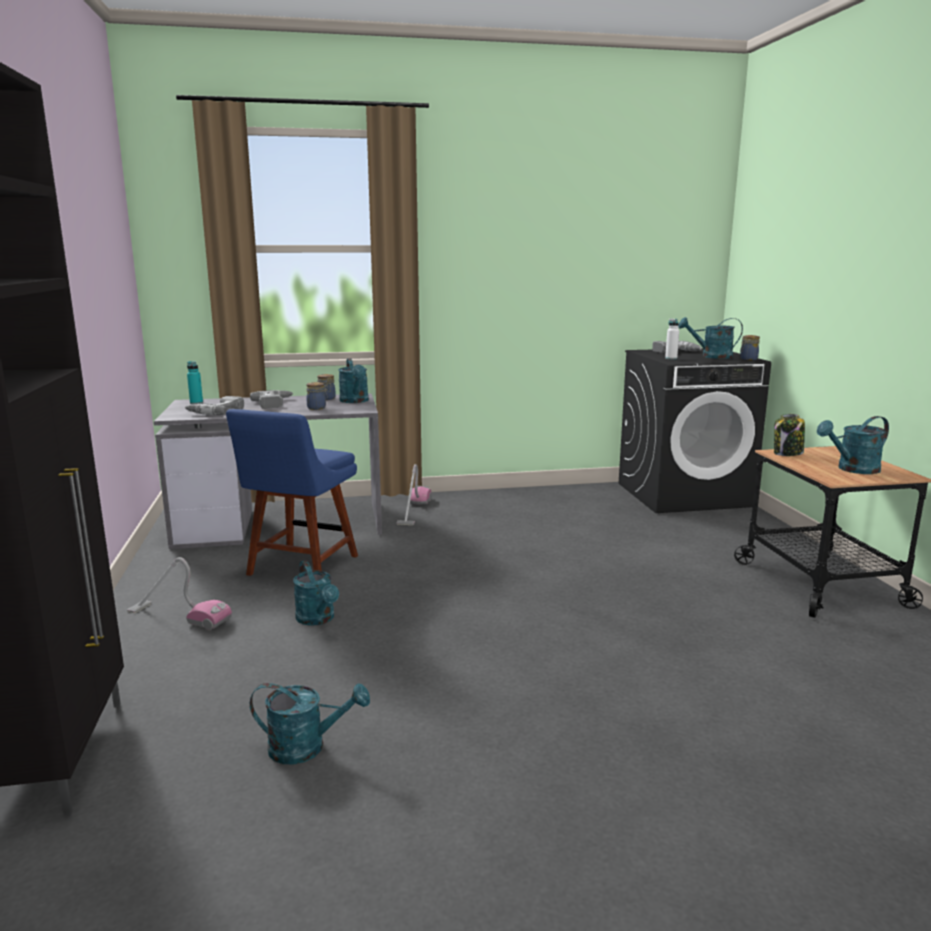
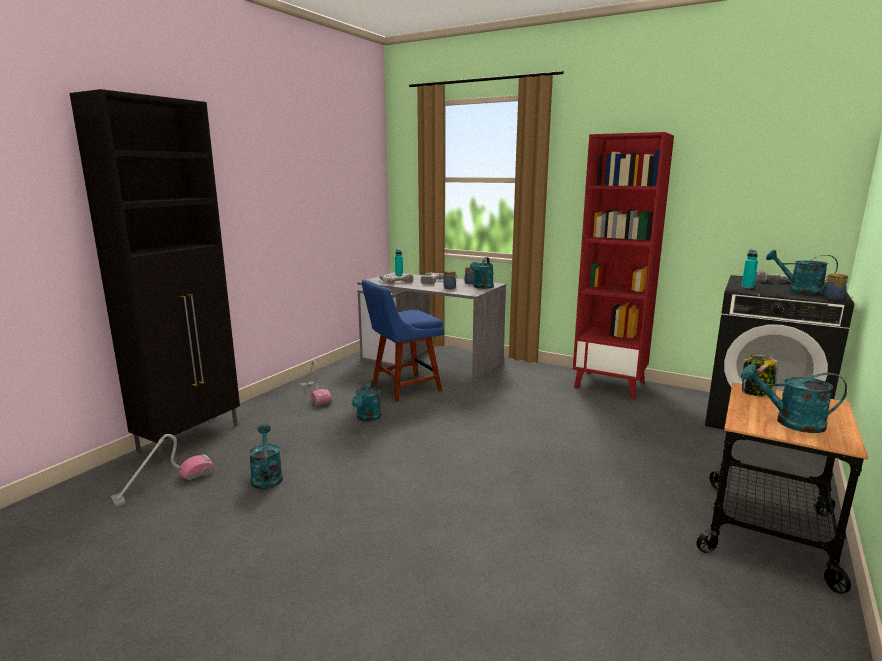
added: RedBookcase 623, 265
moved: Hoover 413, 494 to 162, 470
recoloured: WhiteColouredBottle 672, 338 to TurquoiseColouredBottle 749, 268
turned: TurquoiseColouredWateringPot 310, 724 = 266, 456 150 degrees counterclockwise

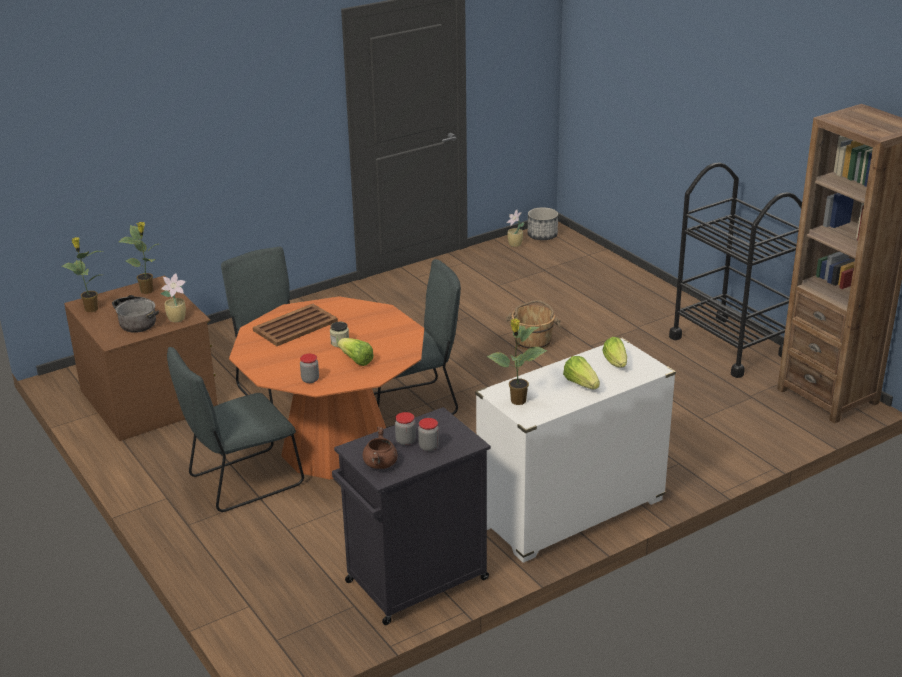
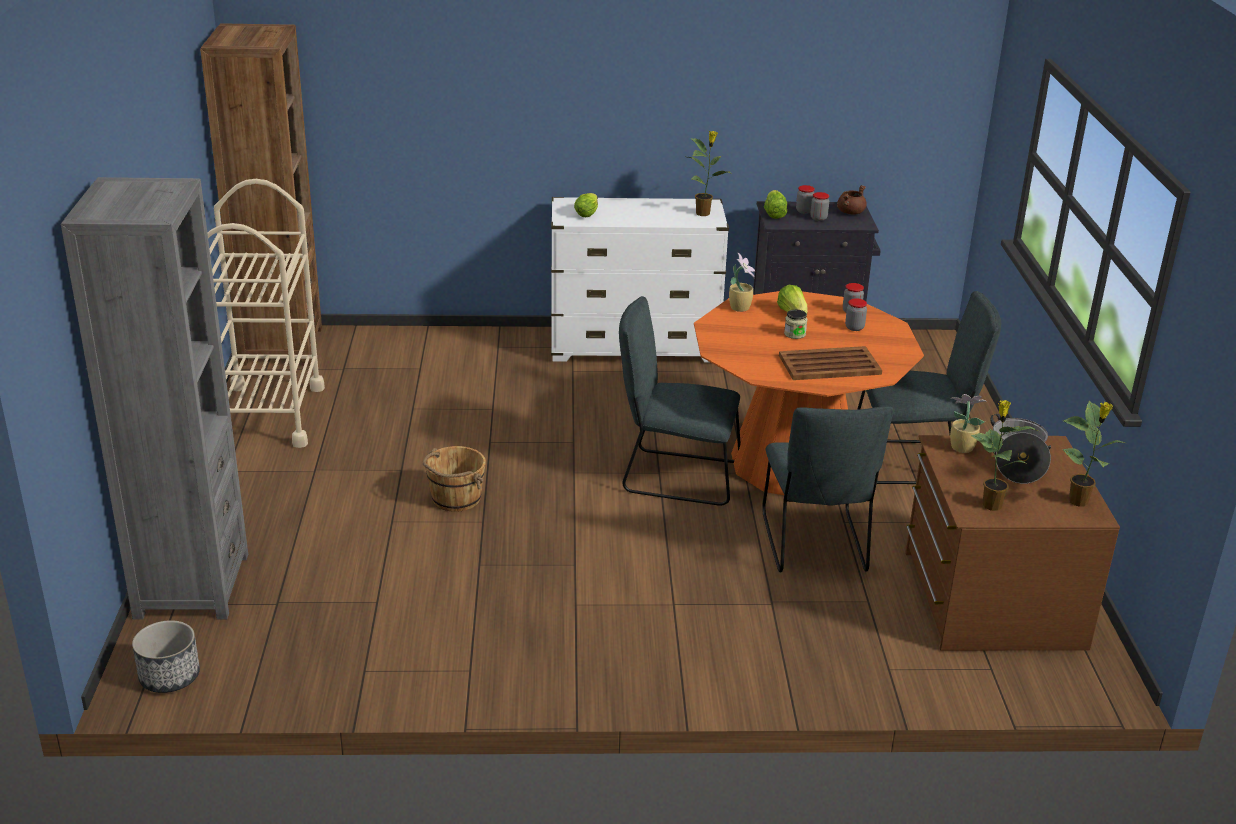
added: GreyBookcase 154, 398; StorageJar 856, 315
moved: PottedPlant 515, 228 to 742, 282; Lettuce 581, 372 to 775, 204
recoloured: BlackishTrolley 735, 270 to BeigeTrolley 266, 313

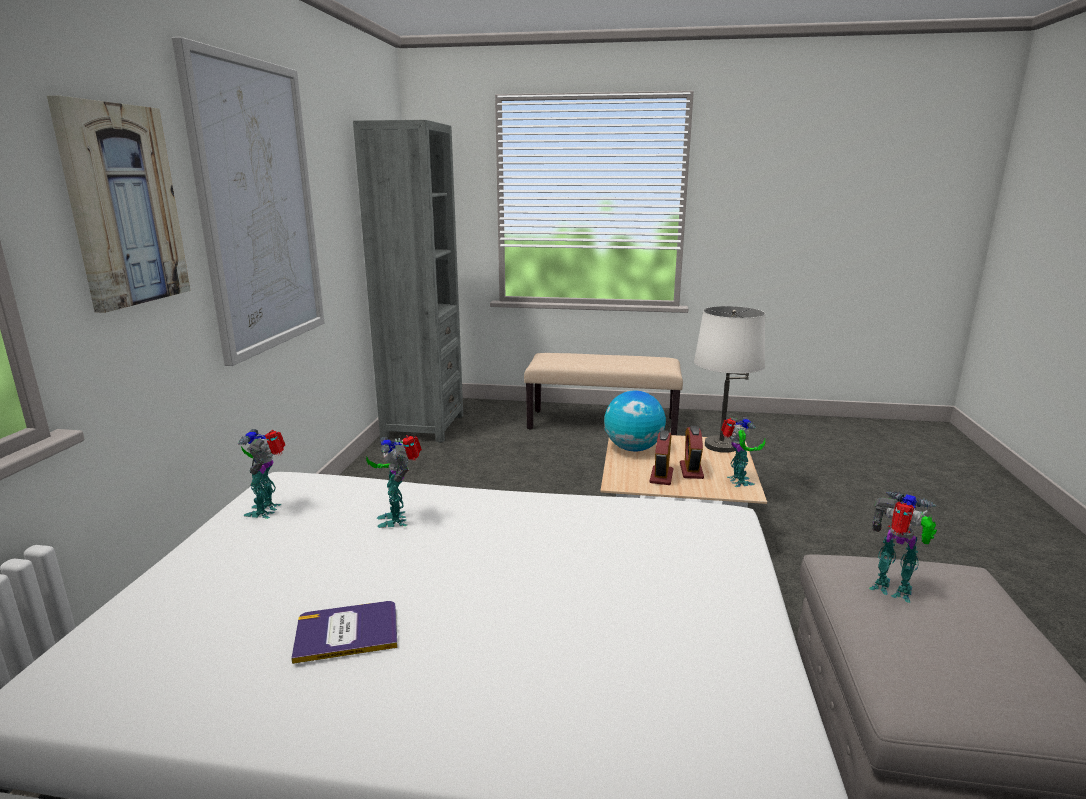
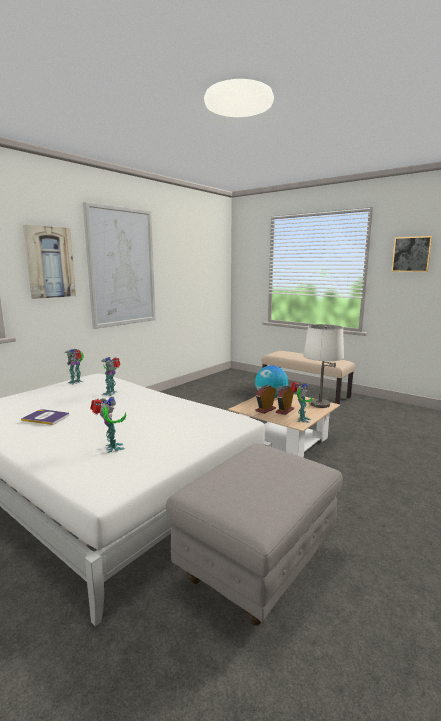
removed: GreyBookcase 408, 281
added: Picture 412, 254
moved: ModelRobot 903, 547 to 108, 425

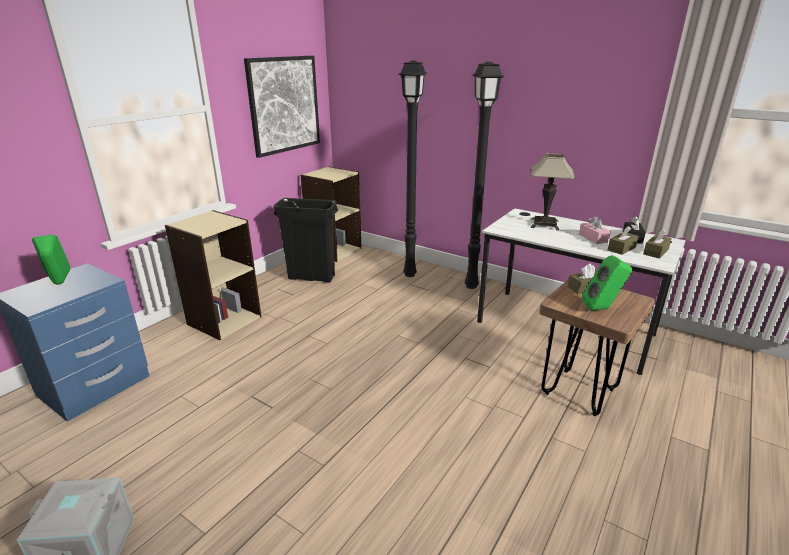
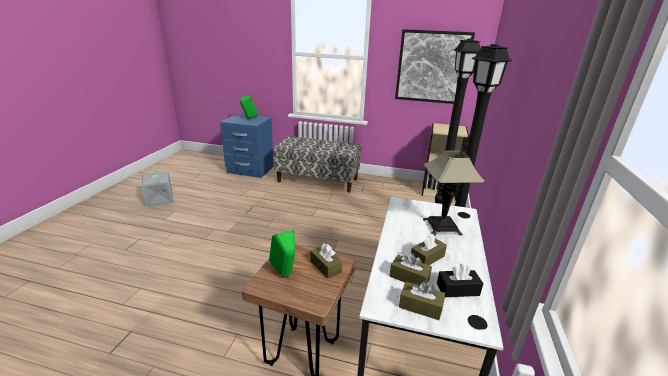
removed: BlackishTrashCan 305, 240
replaced: BeigeBookcase 213, 275 to LongSeat 317, 164
recoloured: PinkishBoxOfTissues 595, 230 to BrownColouredBoxOfTissues 429, 249

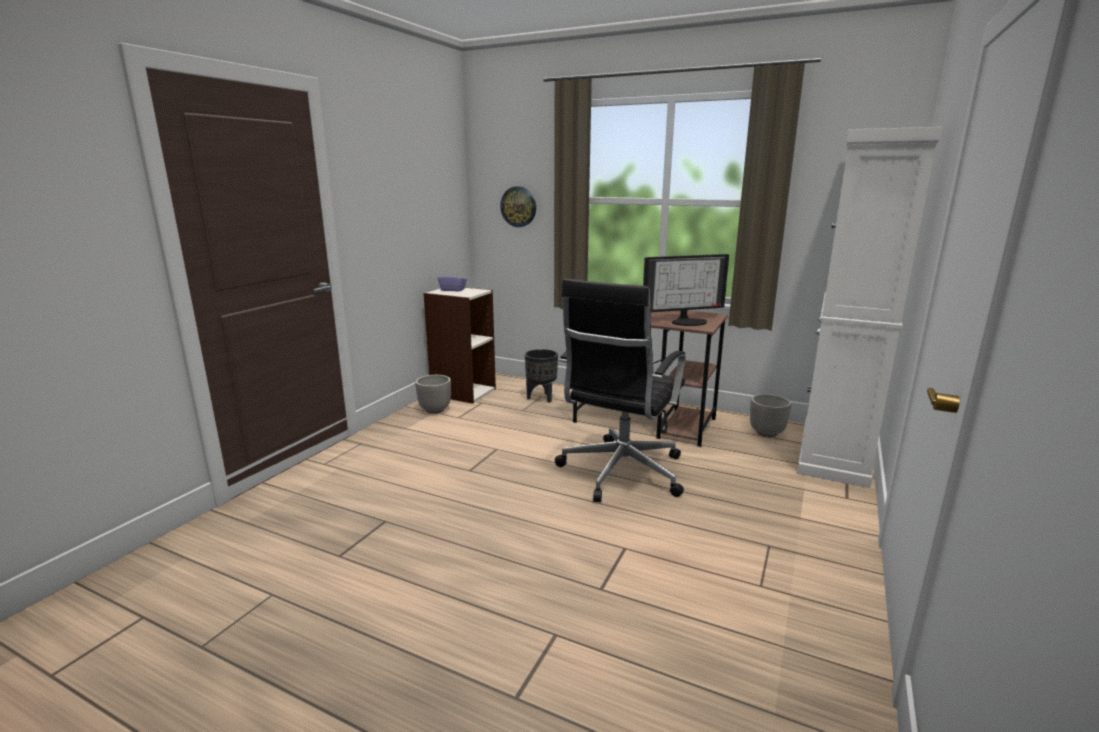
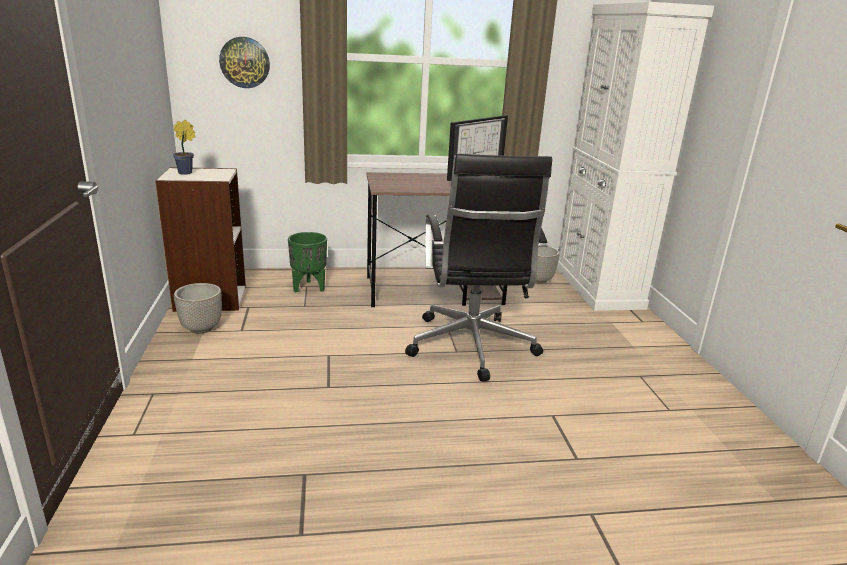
replaced: PurpleColouredBoxOfTissues 452, 280 to PottedPlant 184, 147
recoloured: BlackishPlanter 541, 376 to GreenPlanter 307, 262

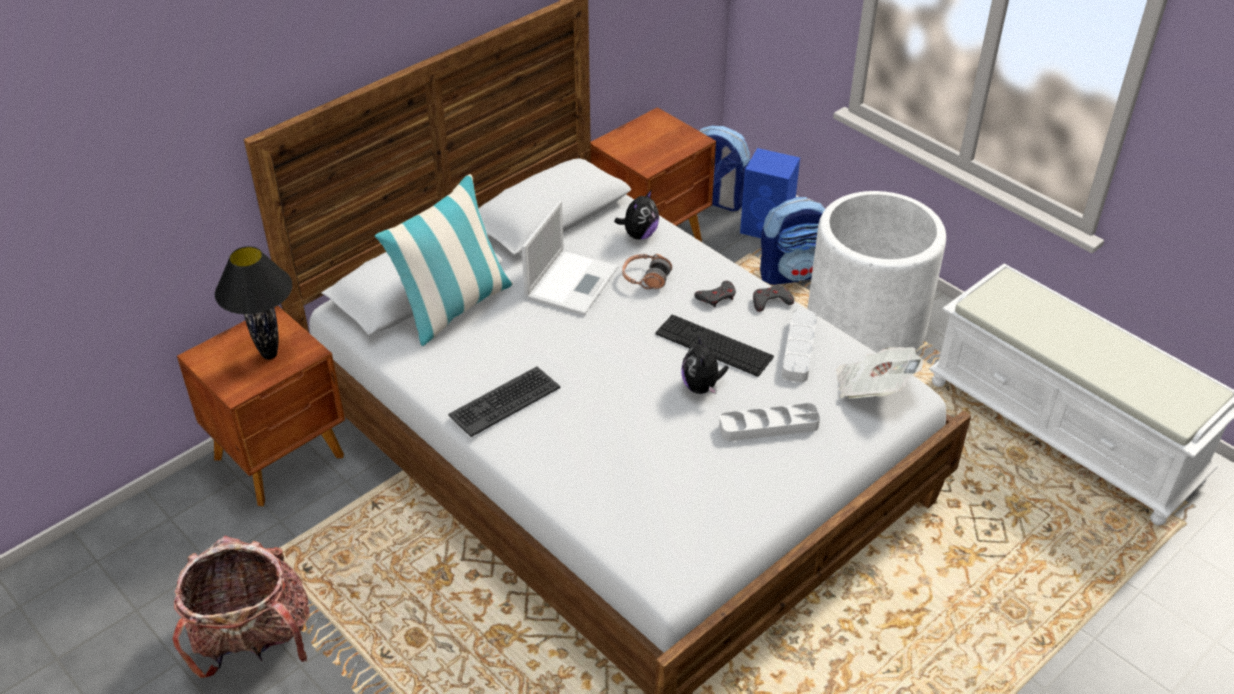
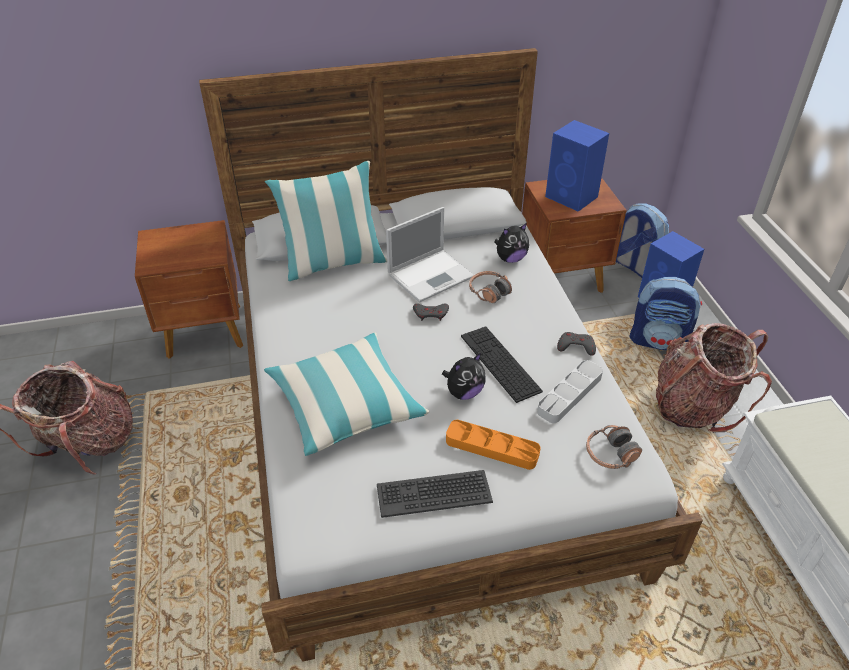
removed: BlackishTableLamp 253, 303
added: ThrowPillow 346, 394; BlueColouredSpeaker 577, 166
moved: PcKeyboard 504, 402 to 435, 494; GreyGamepad 715, 294 to 431, 312
replaced: WhiteColouredPlanter 876, 272 to Rucksack 714, 378; DailyPaper 879, 372 to Headphones 614, 447
recoloured: GreyServingTray 769, 422 to OrangeServingTray 493, 445
turned: PlushToy 704, 364 = 464, 376 150 degrees counterclockwise

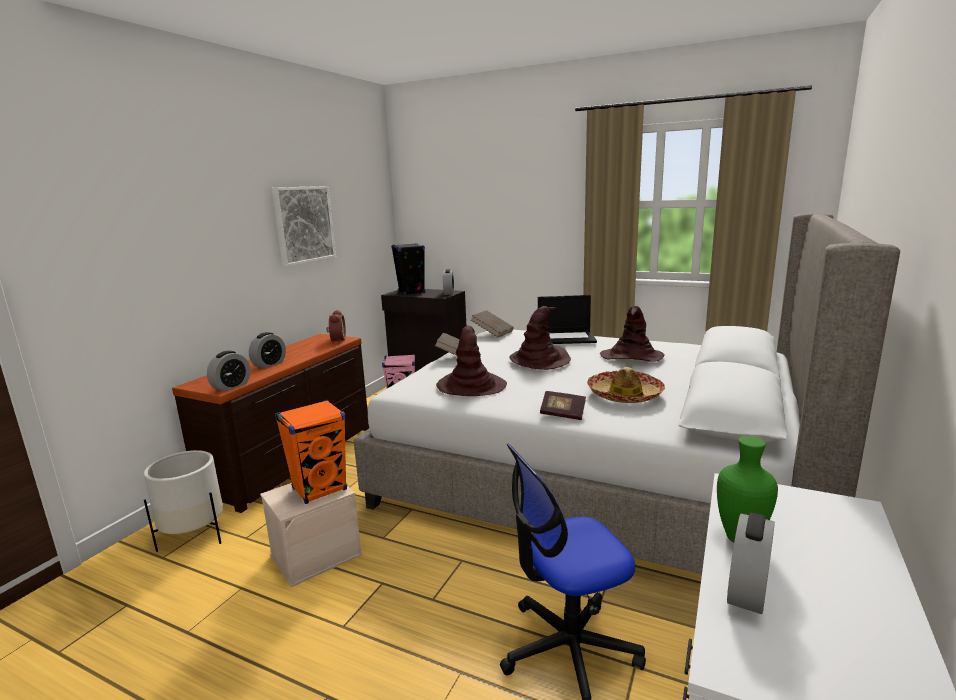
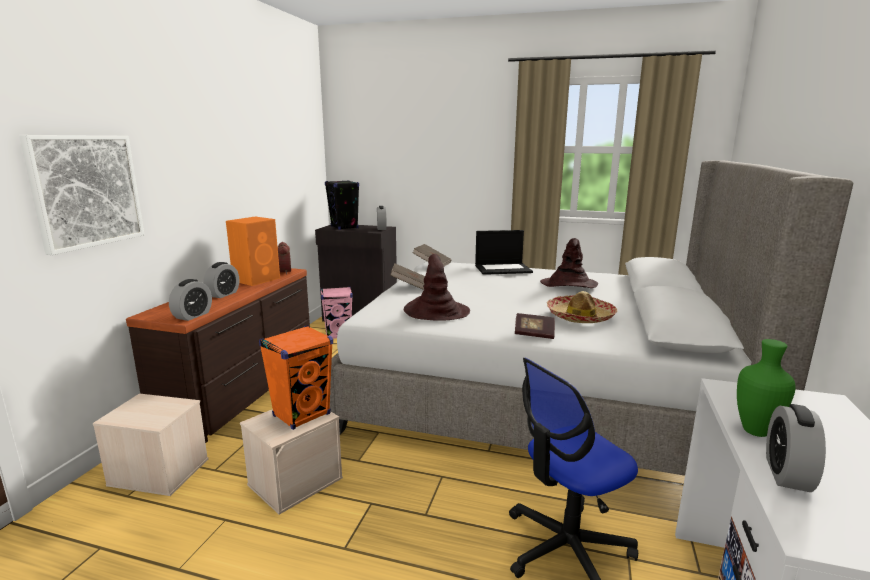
removed: BrownColouredHat 540, 338
added: OrangeSpeaker 253, 251
moved: Picture 304, 226 to 82, 195
replaced: WhiteColouredPlanter 183, 501 to BeigeStorageContainer 150, 444

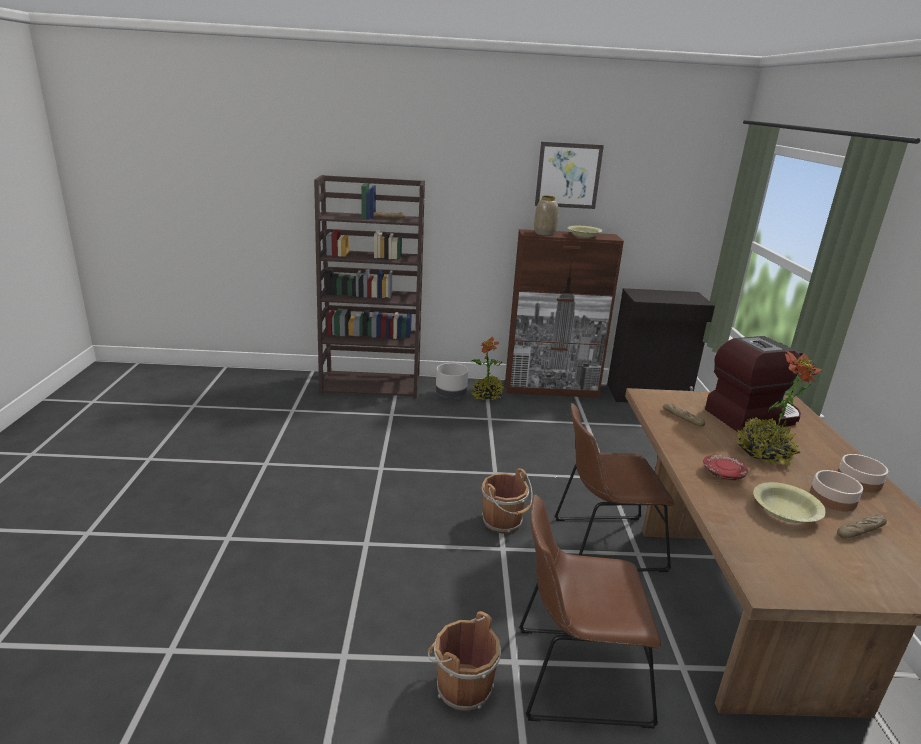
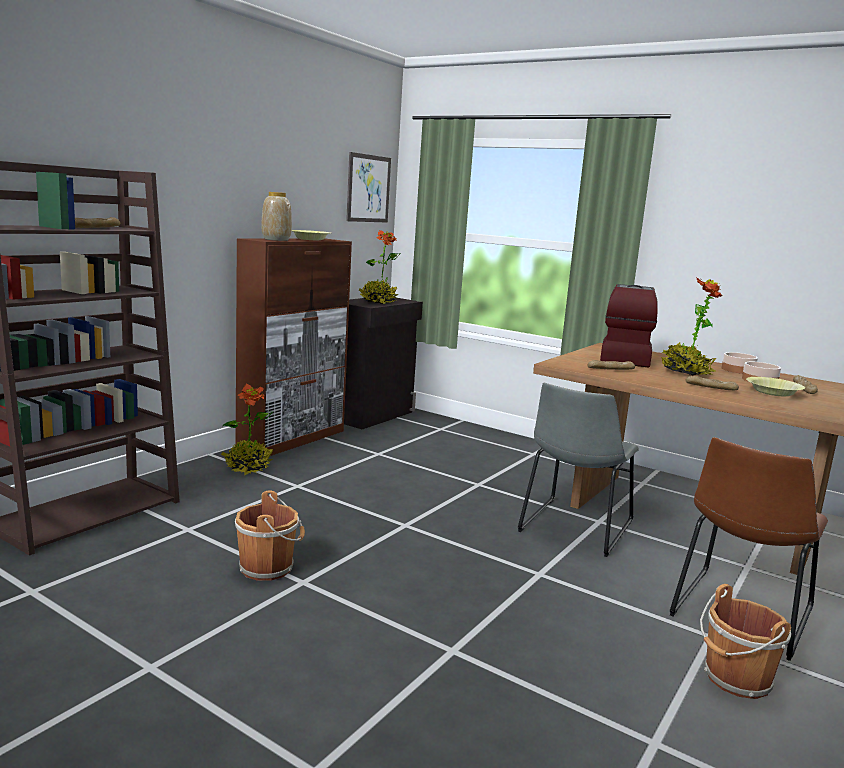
removed: GreyPlanter 452, 380
added: PottedPlant 380, 267
moved: BrownColouredBucket 507, 501 to 270, 536; Picture 569, 175 to 368, 187
replaced: RedPlate 725, 467 to Bread 712, 383
recoloured: BrownColouredChair 614, 487 to GreyChair 578, 470

